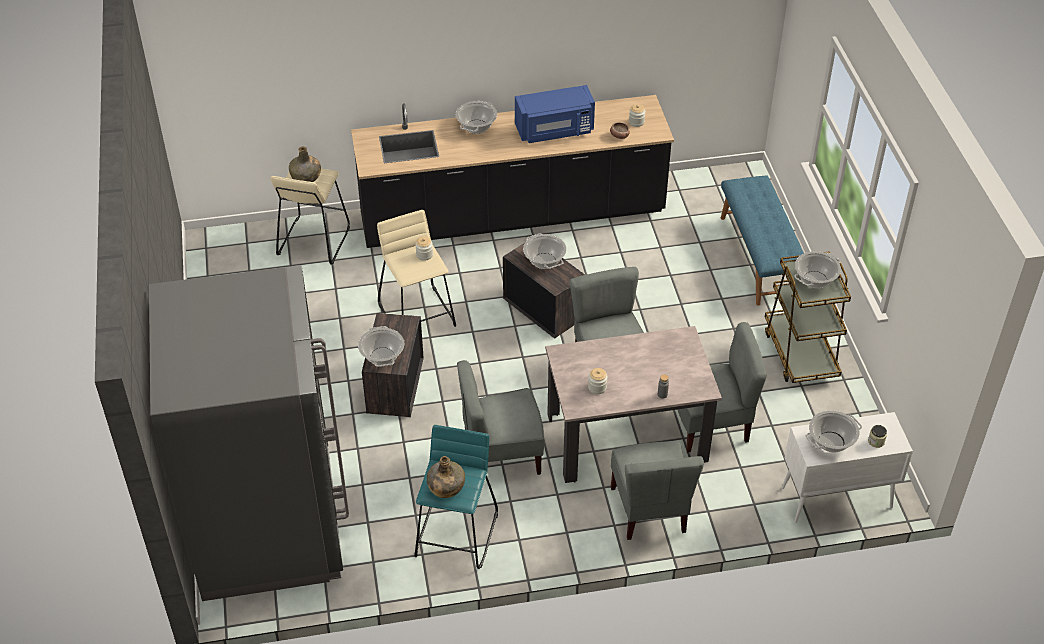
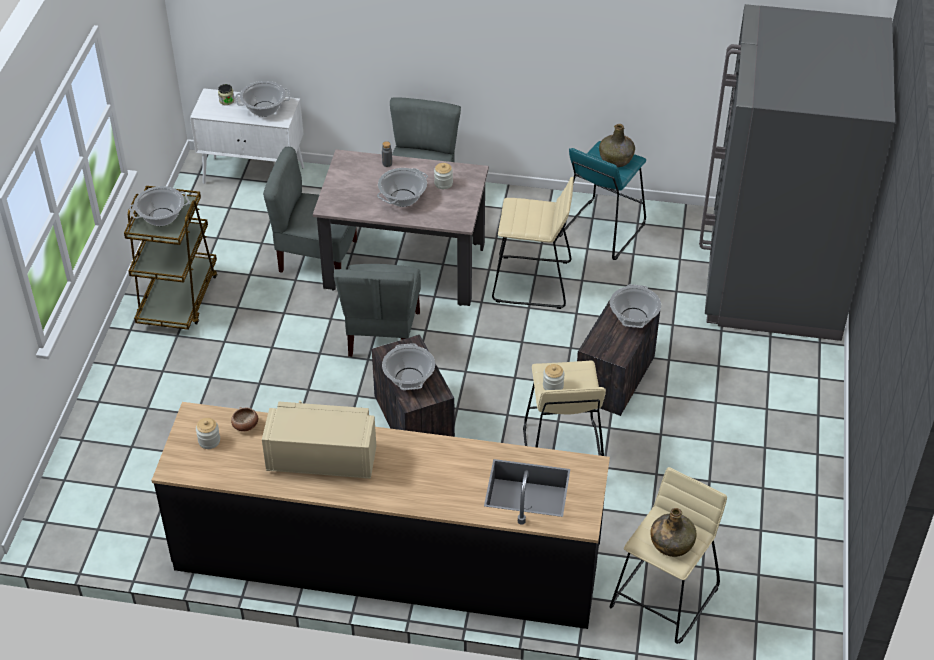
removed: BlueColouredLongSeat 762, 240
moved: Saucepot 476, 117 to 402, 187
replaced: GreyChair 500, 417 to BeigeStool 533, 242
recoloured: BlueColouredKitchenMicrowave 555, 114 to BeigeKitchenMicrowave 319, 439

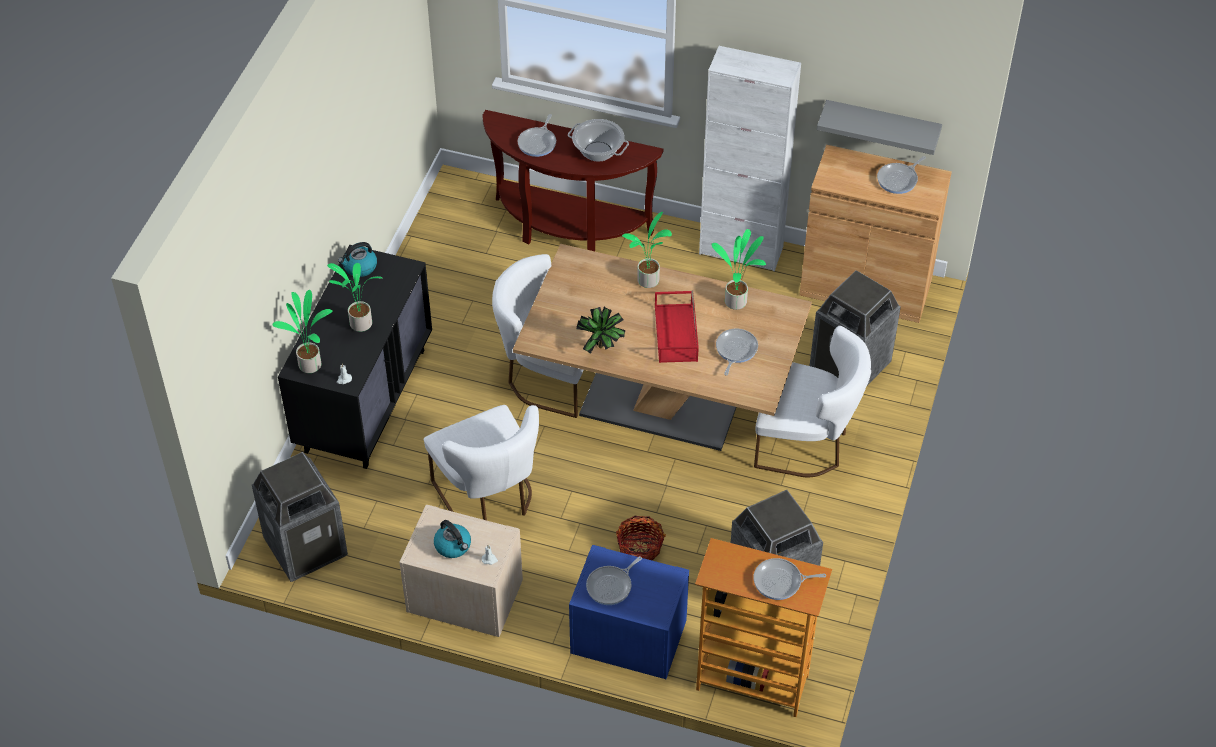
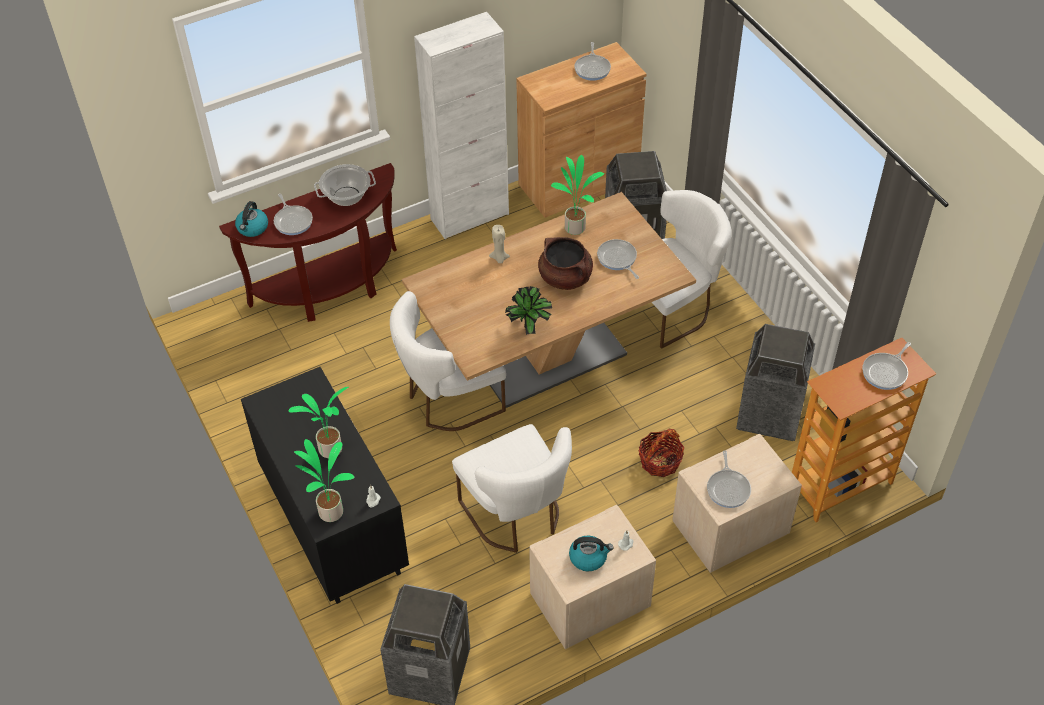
removed: GreyBracketShelf 879, 127
moved: WaterKettle 357, 259 to 251, 219
replaced: PottedPlant 647, 250 to BeigeCandle 499, 244; RedServingTray 677, 327 to BrownColouredSaucepot 565, 263
recoloured: BlueColouredNightTable 629, 612 to BeigeNightTable 737, 503
turned: WhiteColouredChair 481, 462 = 512, 488 45 degrees clockwise

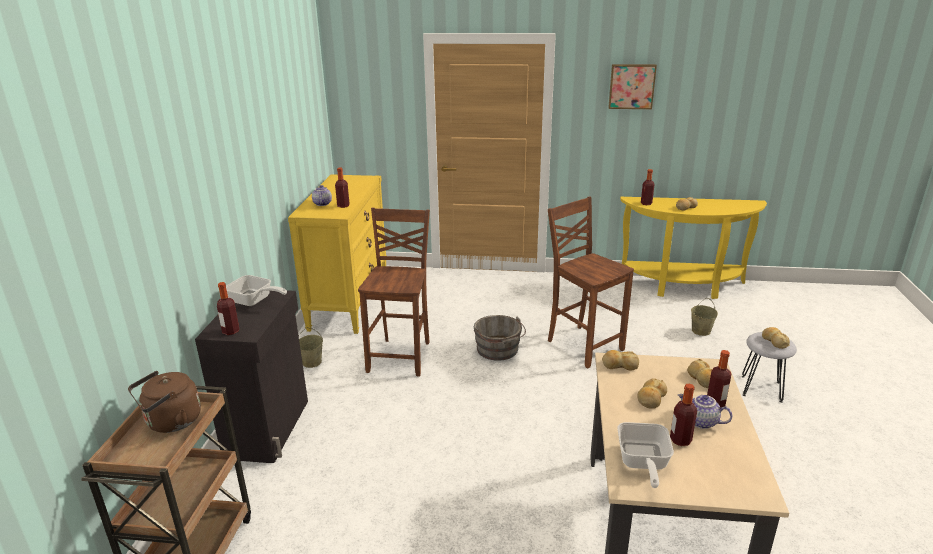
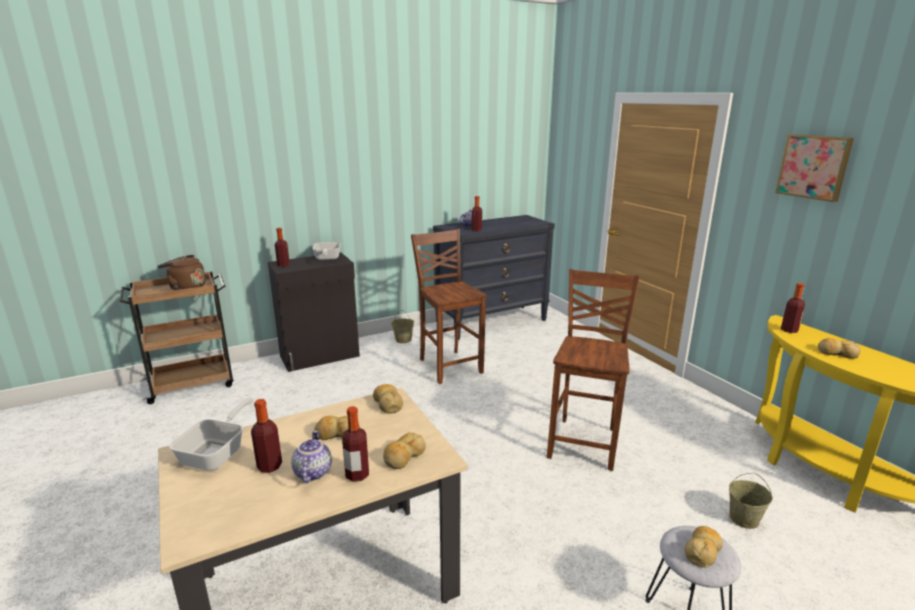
removed: GreyBucket 500, 338
recoloured: YellowishDrawerChest 337, 254 to BlackishDrawerChest 494, 277
turned: BrownColouredChair 394, 292 = 449, 306 90 degrees counterclockwise; Skillet 645, 455 = 211, 434 135 degrees clockwise

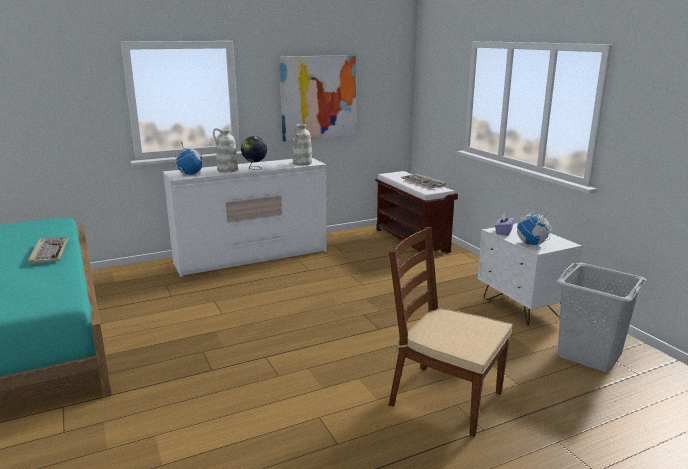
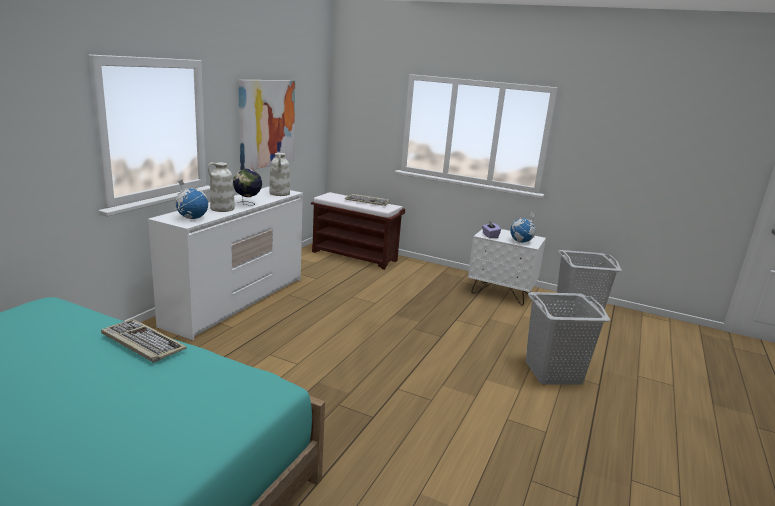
replaced: BrownColouredChair 451, 332 to GreyWashingBasket 568, 338

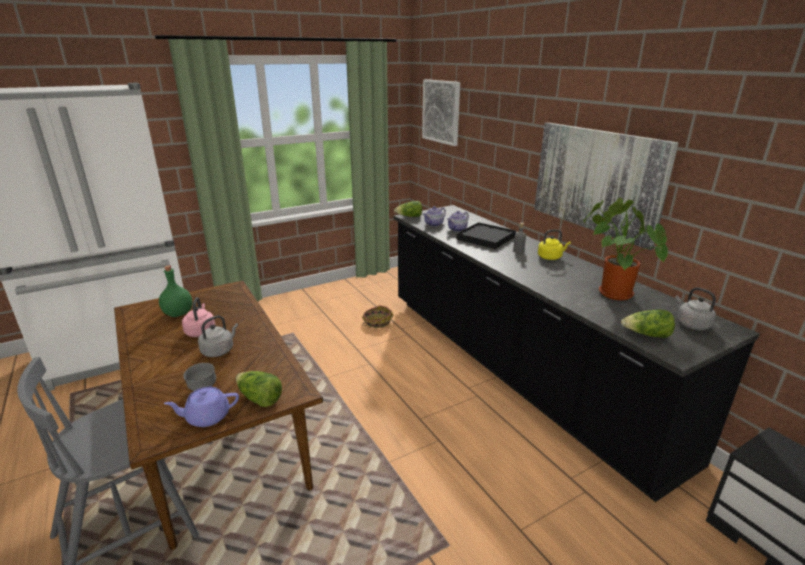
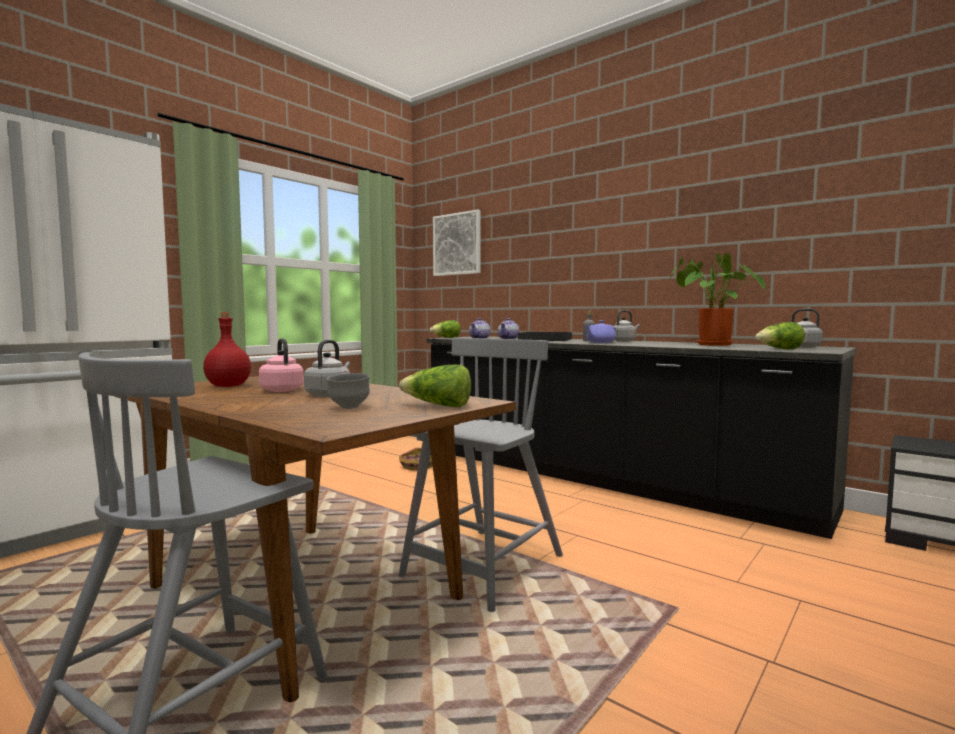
removed: Picture 606, 186
added: GreyChair 480, 475
moved: PurpleColouredPotForTea 201, 407 to 600, 331
recoloured: GreenBottle 175, 291 to RedBottle 227, 349; YellowishWaterKettle 554, 245 to GreyWaterKettle 626, 326

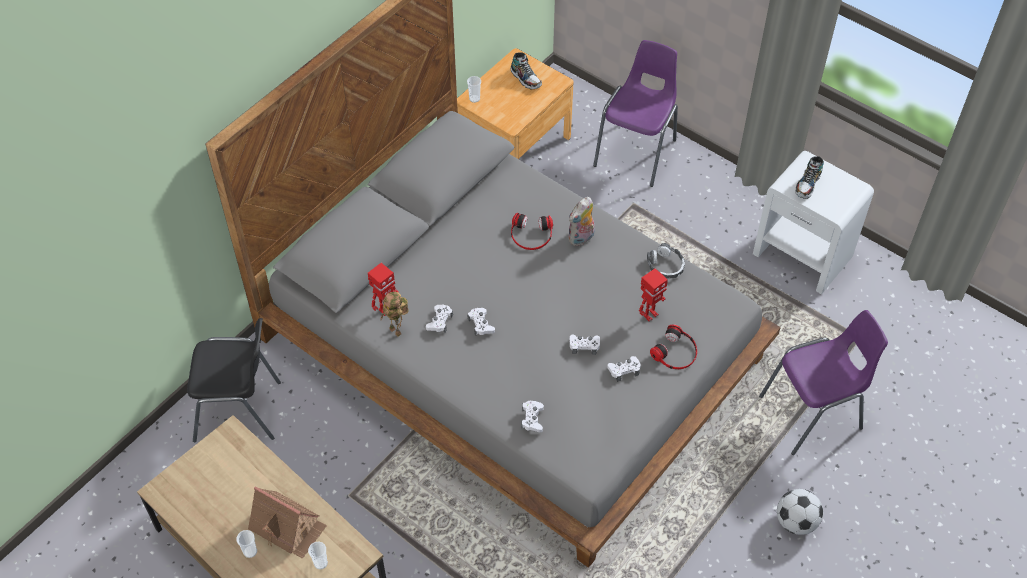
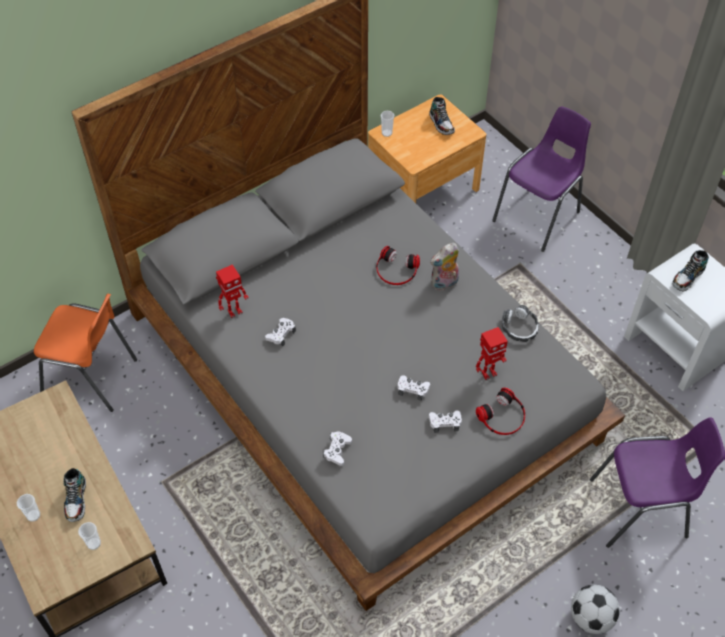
removed: ModelRobot 394, 314; WhiteColouredGamepad 481, 322
replaced: ModelHouse 287, 522 to Shoe 75, 495
recoloured: BlackishChair 234, 380 to OrangeChair 85, 353

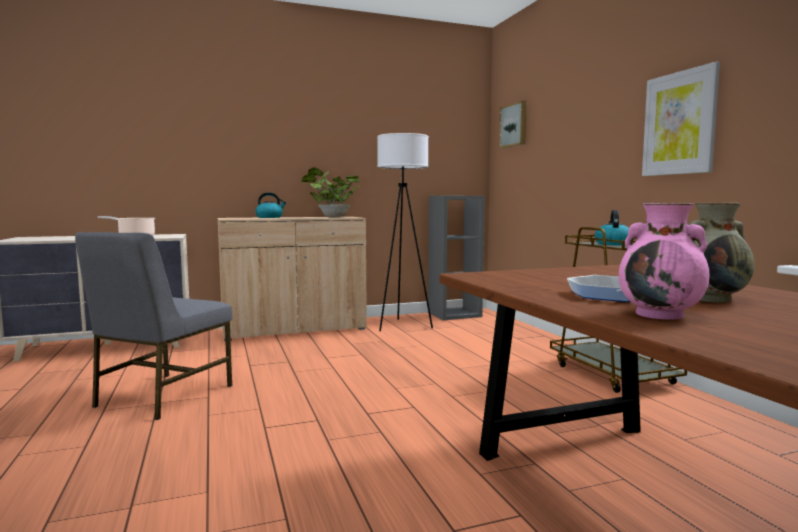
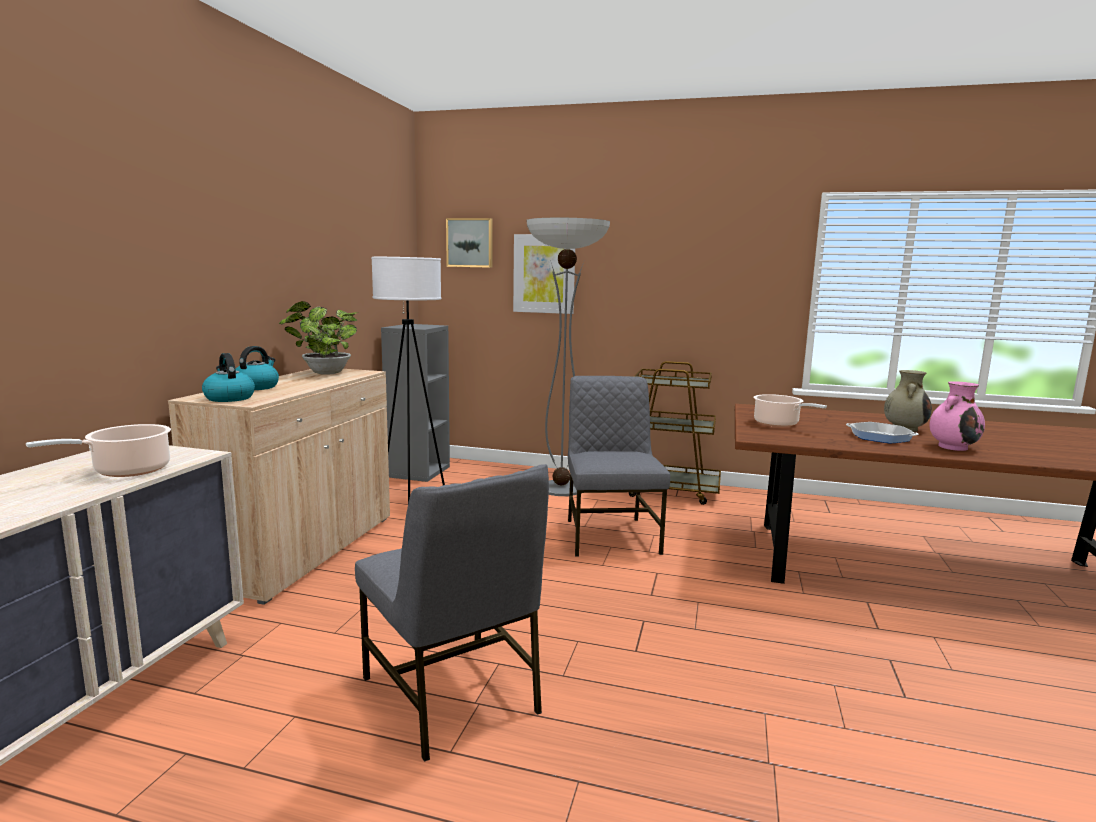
added: StandingLamp 568, 357; GreyChair 619, 466; Saucepot 790, 410
moved: WaterKettle 612, 227 to 228, 377; Picture 681, 119 to 544, 274

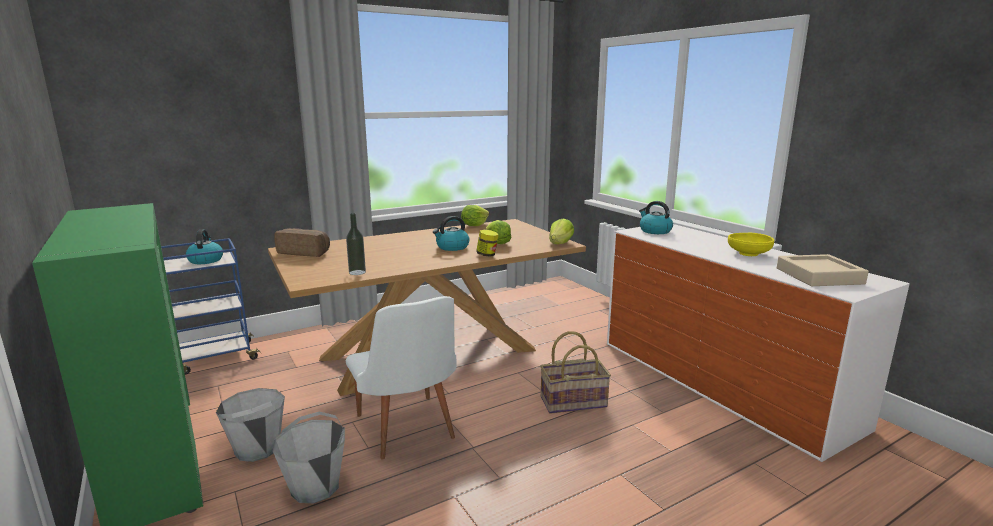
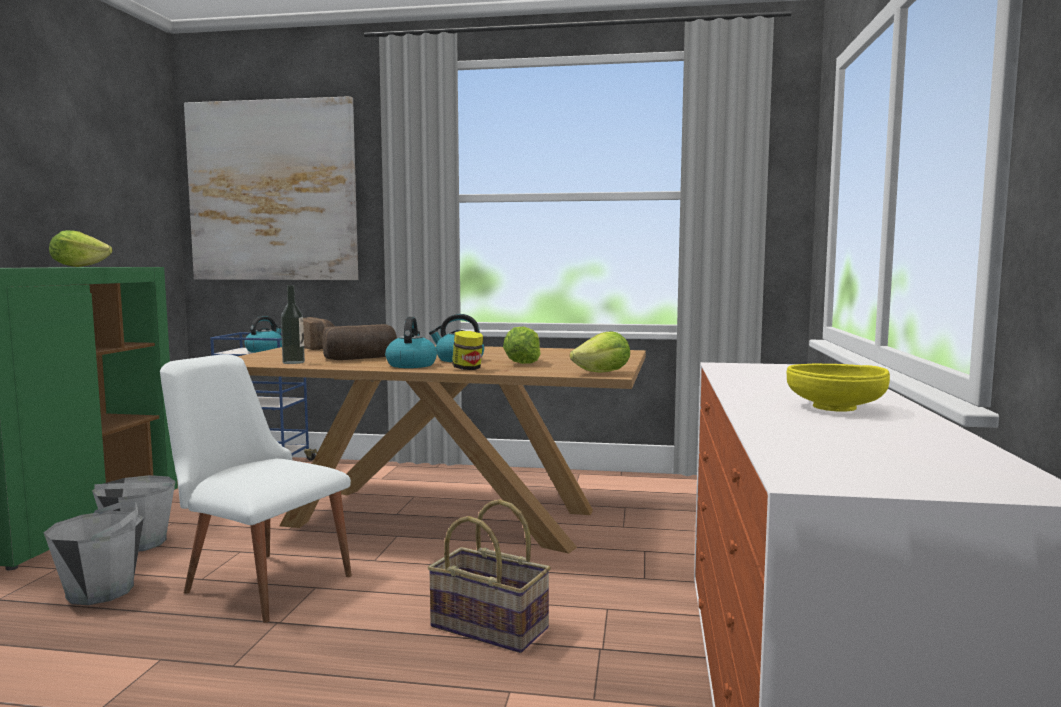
removed: BeigeServingTray 823, 270
added: Picture 271, 188; Bread 360, 342
moved: Lettuce 475, 215 to 80, 248; WaterKettle 656, 217 to 411, 342
turned: WhiteColouredChair 401, 378 = 256, 488 105 degrees clockwise

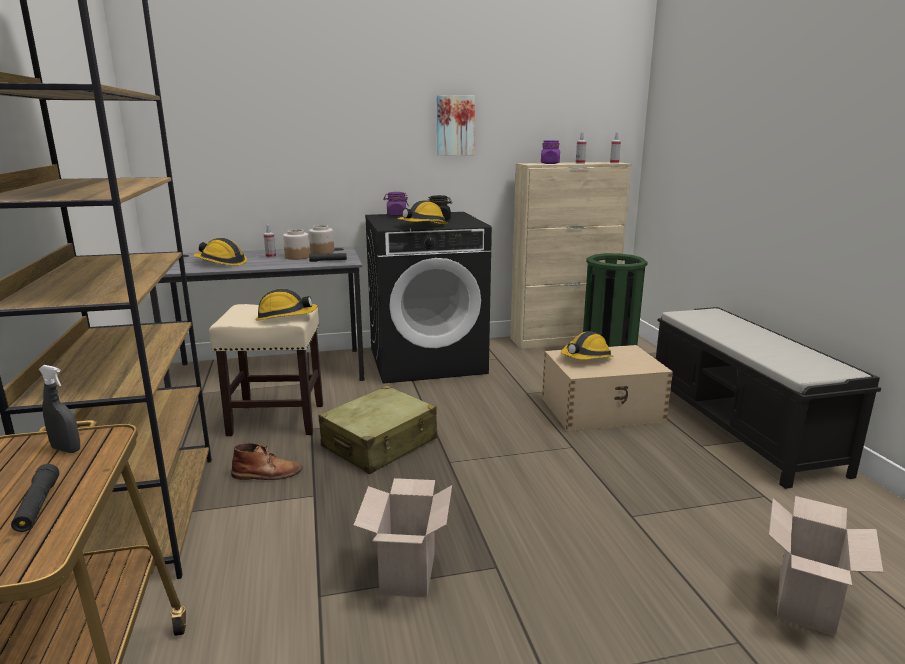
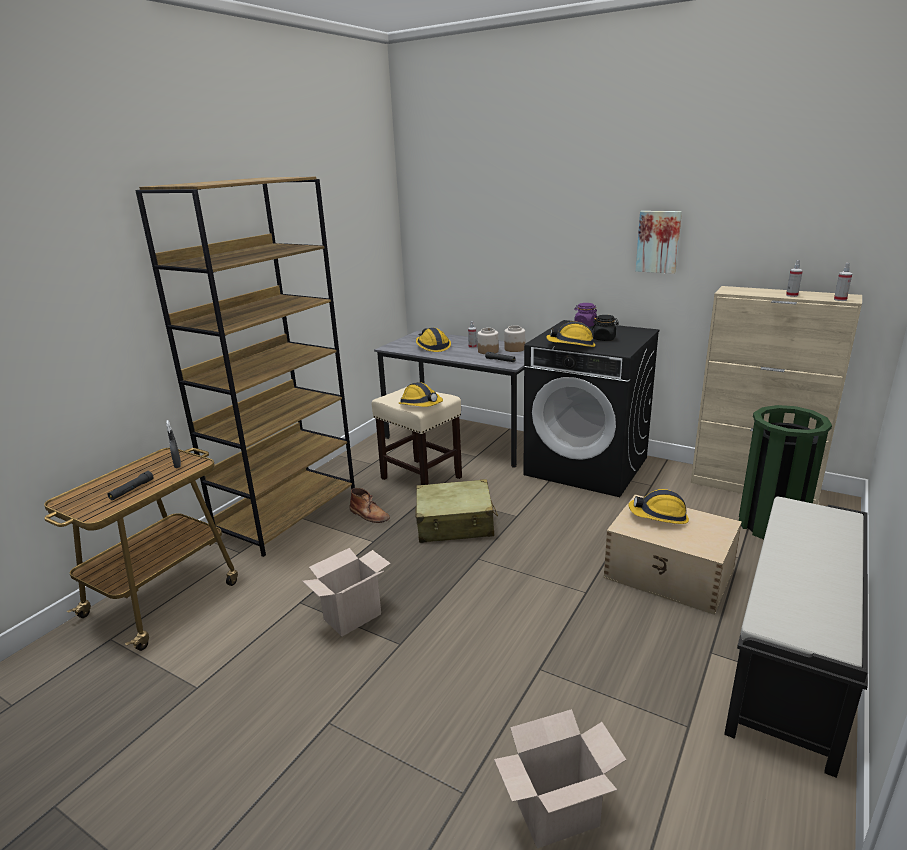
removed: PurpleColouredStorageJar 550, 152

